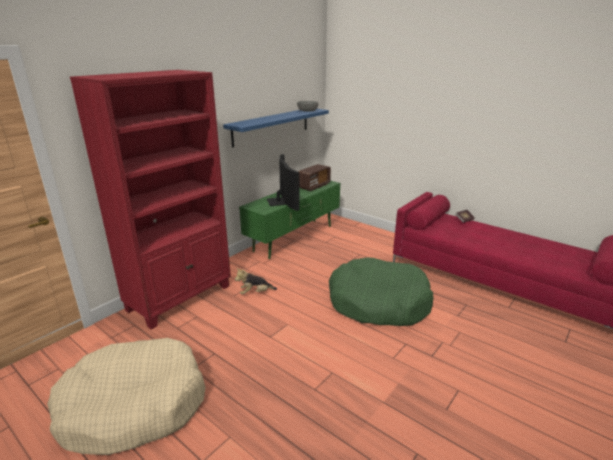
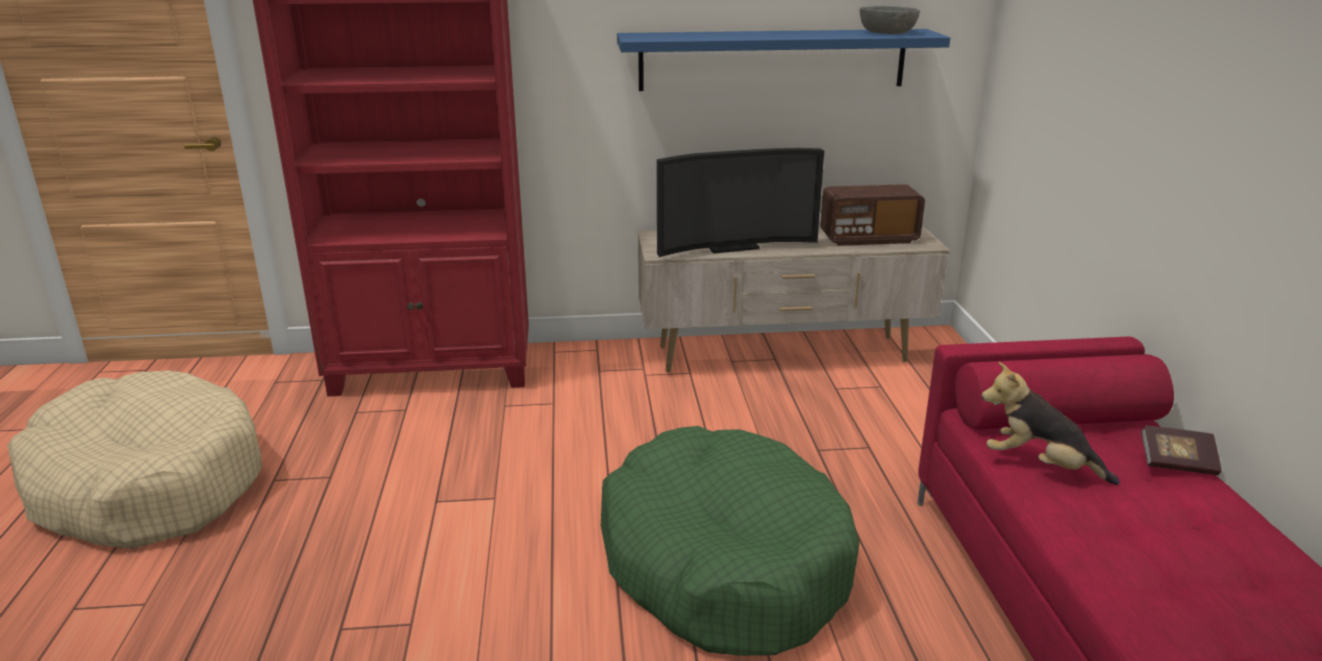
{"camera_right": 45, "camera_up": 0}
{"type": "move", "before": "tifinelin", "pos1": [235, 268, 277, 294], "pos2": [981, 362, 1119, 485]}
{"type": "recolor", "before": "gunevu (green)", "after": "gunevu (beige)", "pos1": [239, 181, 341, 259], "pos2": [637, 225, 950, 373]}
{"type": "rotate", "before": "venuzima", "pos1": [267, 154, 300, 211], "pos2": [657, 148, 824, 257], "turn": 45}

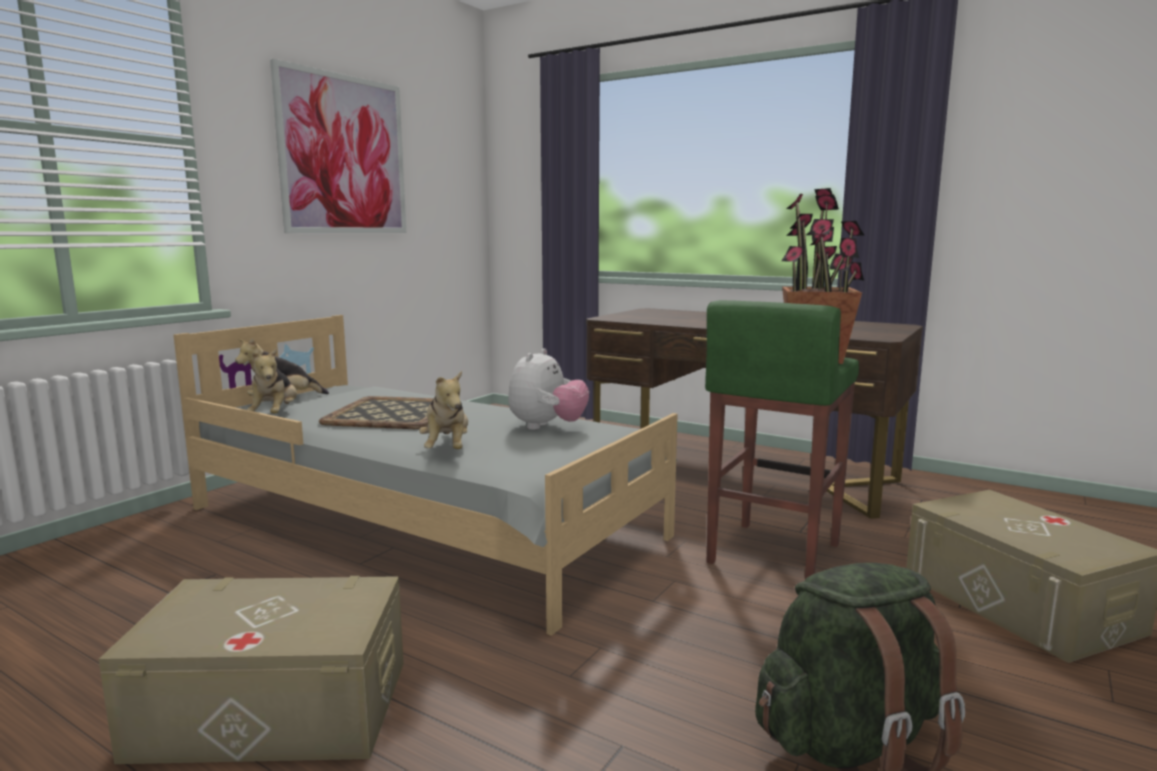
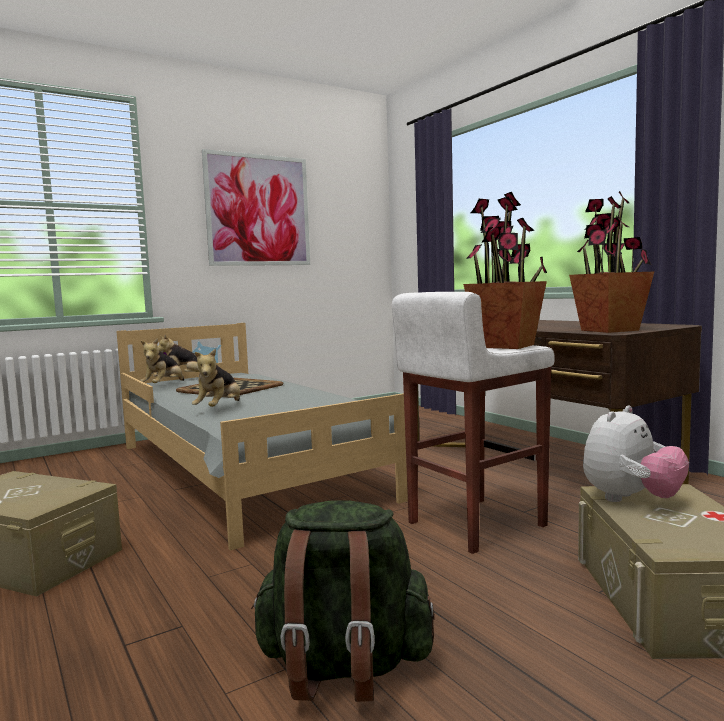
{"camera_right": 25, "camera_up": -5}
{"type": "insert", "after": "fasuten", "pos2": [569, 191, 654, 333]}
{"type": "move", "before": "tifinelin", "pos1": [508, 348, 589, 430], "pos2": [583, 405, 689, 502]}
{"type": "recolor", "before": "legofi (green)", "after": "legofi (white)", "pos1": [705, 300, 859, 579], "pos2": [392, 292, 555, 554]}

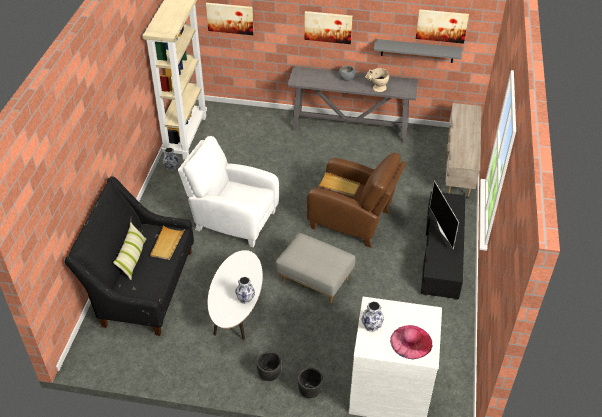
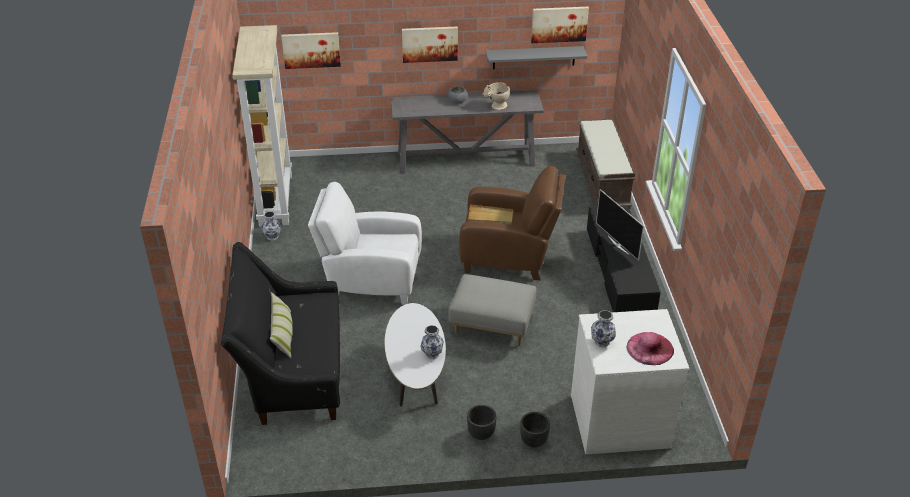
{"camera_right": -15, "camera_up": -5}
{"type": "delete", "before": "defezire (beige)", "pos1": [150, 226, 185, 260]}
{"type": "replace", "before": "gunevu (beige)", "after": "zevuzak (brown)", "pos1": [445, 103, 481, 198], "pos2": [576, 118, 636, 209]}

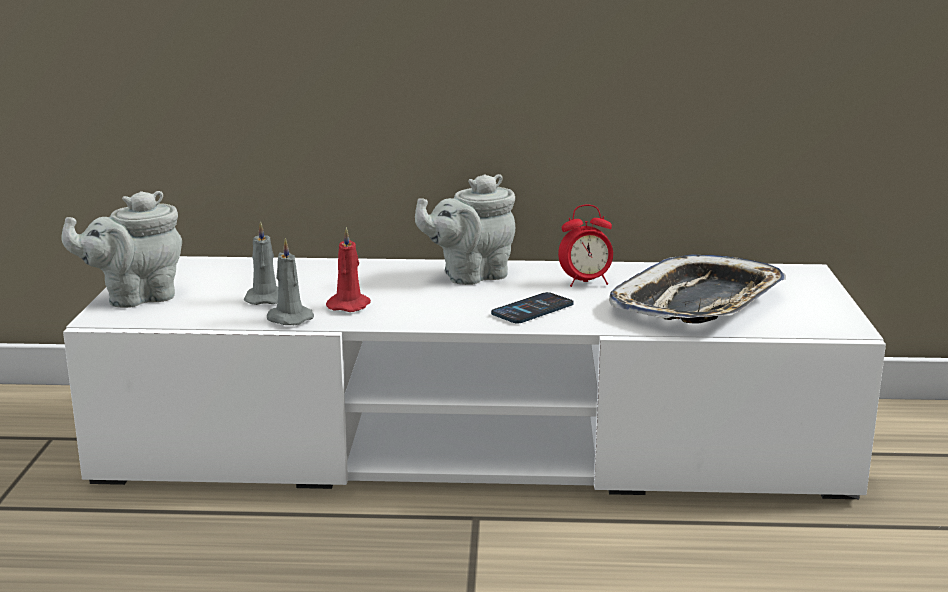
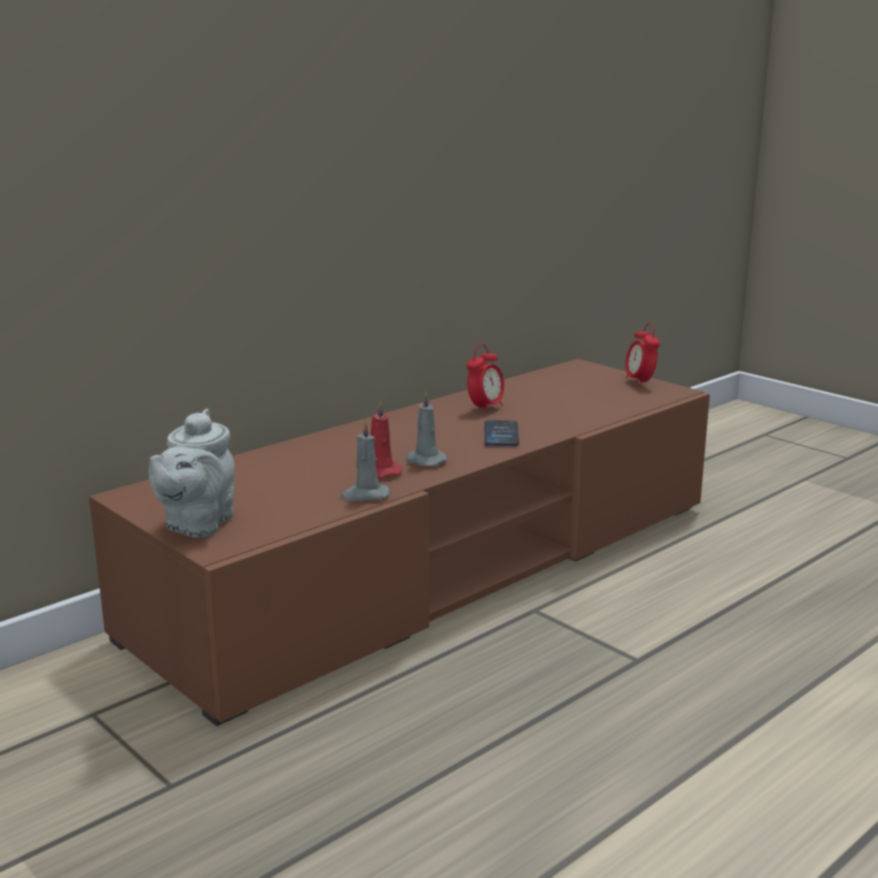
{"camera_right": -45, "camera_up": 0}
{"type": "delete", "before": "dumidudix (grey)", "pos1": [415, 174, 515, 285]}
{"type": "delete", "before": "defezire", "pos1": [609, 254, 786, 324]}
{"type": "insert", "after": "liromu", "pos2": [625, 323, 660, 387]}
{"type": "move", "before": "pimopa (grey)", "pos1": [244, 221, 278, 305], "pos2": [406, 391, 447, 467]}
{"type": "recolor", "before": "gunevu (white)", "after": "gunevu (brown)", "pos1": [63, 256, 886, 499], "pos2": [89, 359, 710, 726]}

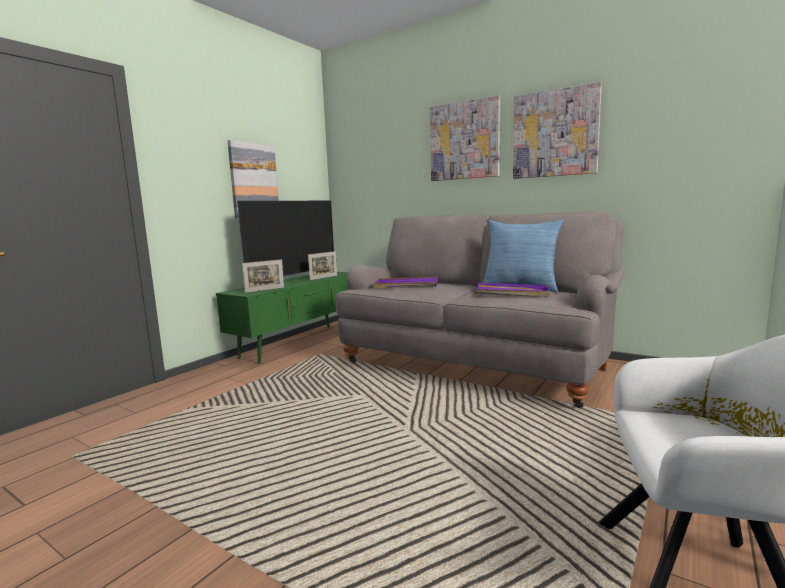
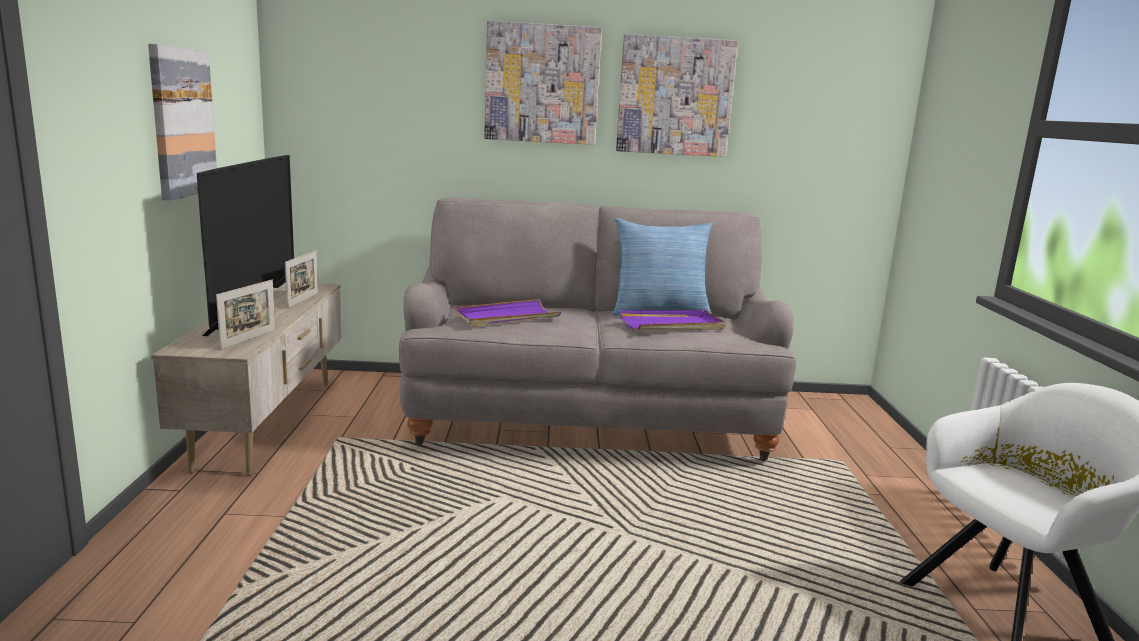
{"camera_right": -35, "camera_up": 5}
{"type": "recolor", "before": "gunevu (green)", "after": "gunevu (beige)", "pos1": [216, 272, 348, 364], "pos2": [151, 282, 341, 476]}

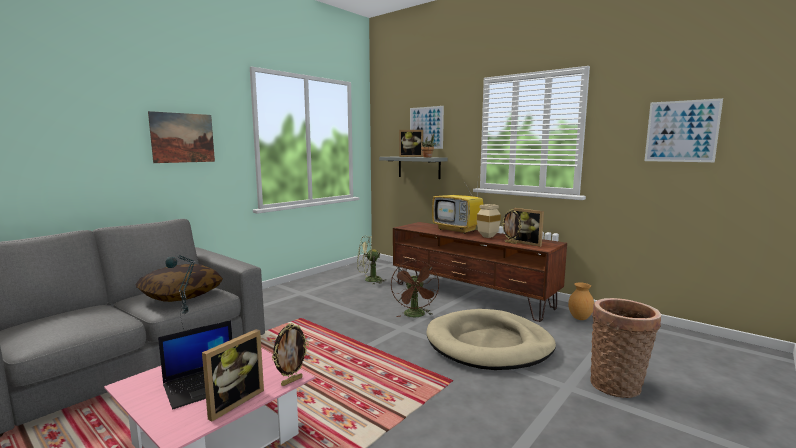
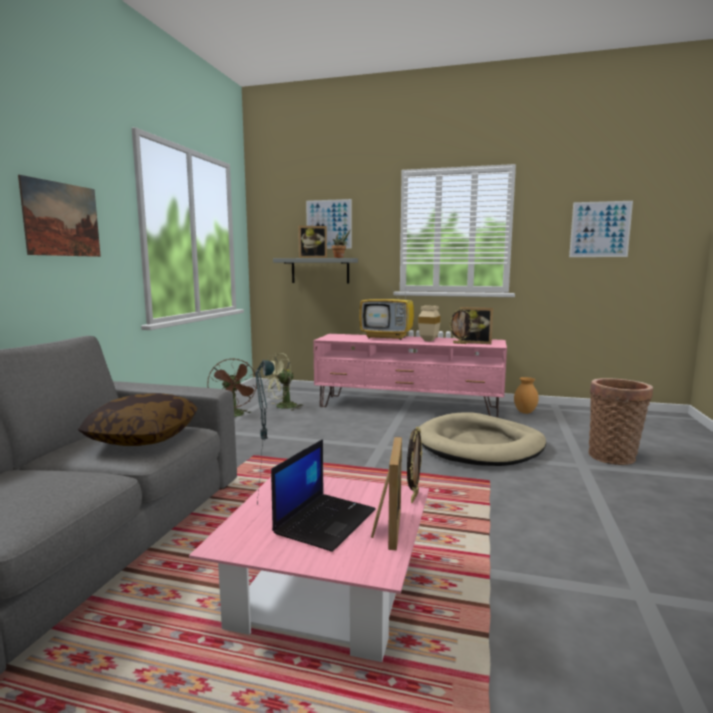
{"camera_right": -25, "camera_up": 0}
{"type": "move", "before": "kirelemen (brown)", "pos1": [391, 260, 439, 317], "pos2": [207, 359, 257, 417]}
{"type": "recolor", "before": "gunevu (brown)", "after": "gunevu (pink)", "pos1": [393, 222, 567, 322], "pos2": [313, 334, 507, 418]}

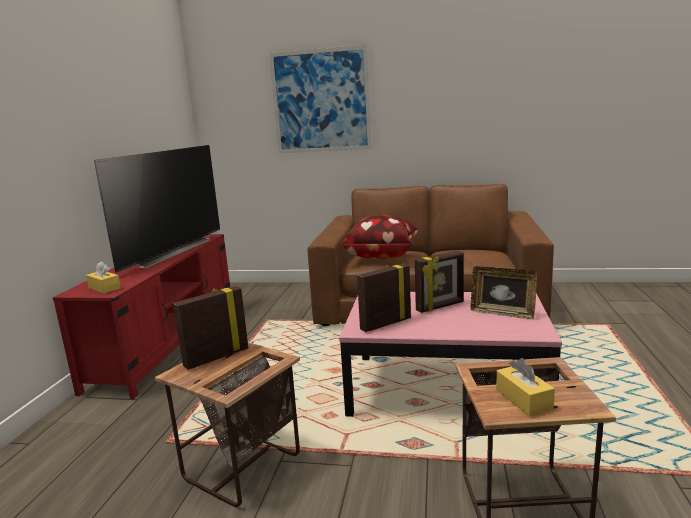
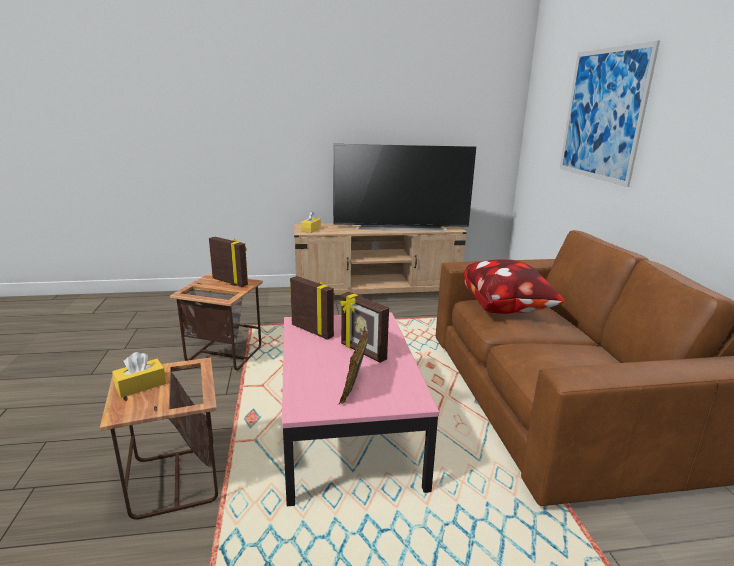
{"camera_right": 70, "camera_up": 5}
{"type": "recolor", "before": "gunevu (red)", "after": "gunevu (beige)", "pos1": [53, 234, 230, 399], "pos2": [294, 223, 467, 295]}

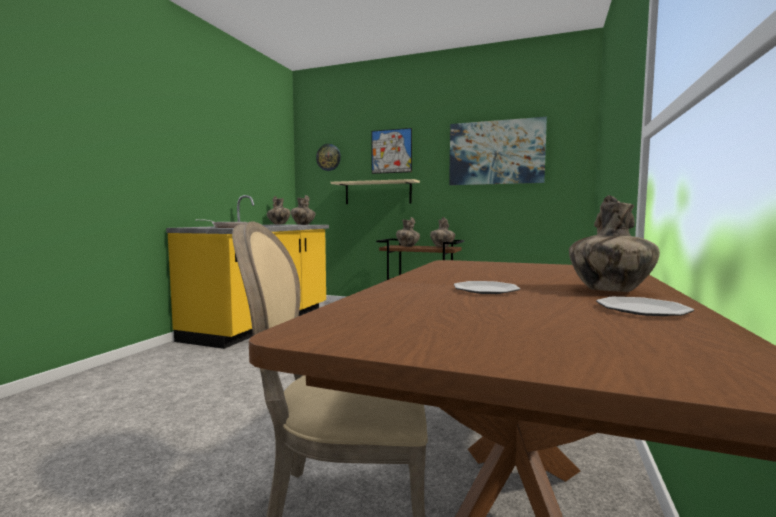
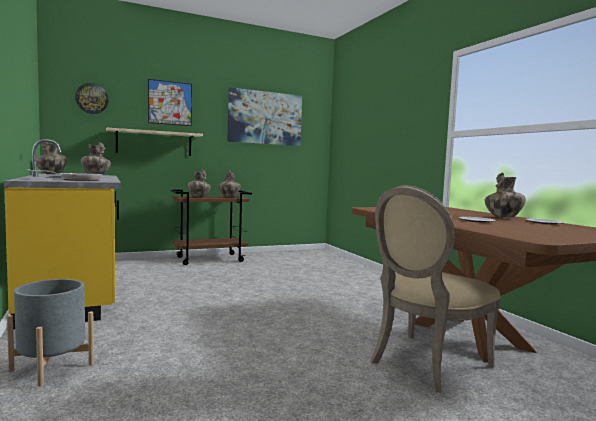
{"camera_right": -45, "camera_up": 0}
{"type": "insert", "after": "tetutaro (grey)", "pos2": [7, 279, 94, 387]}

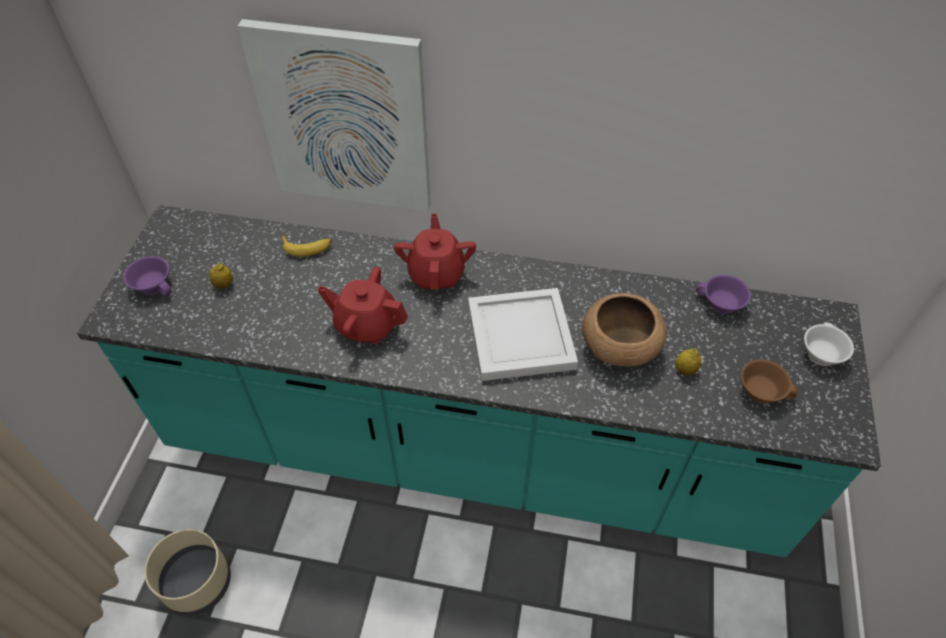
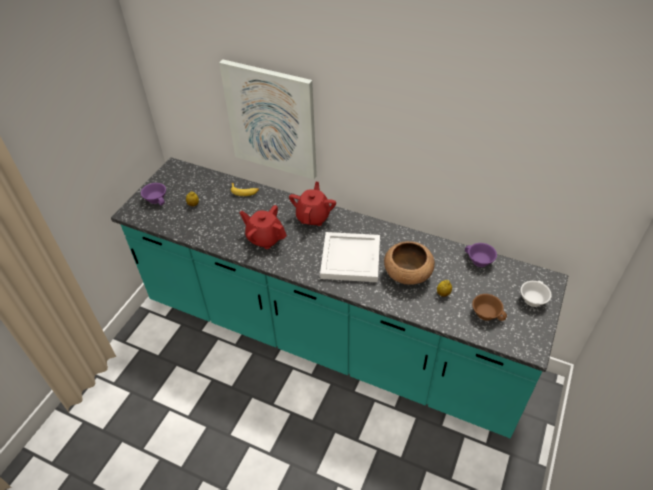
{"camera_right": 15, "camera_up": -5}
{"type": "delete", "before": "tetutaro (beige)", "pos1": [144, 529, 231, 616]}

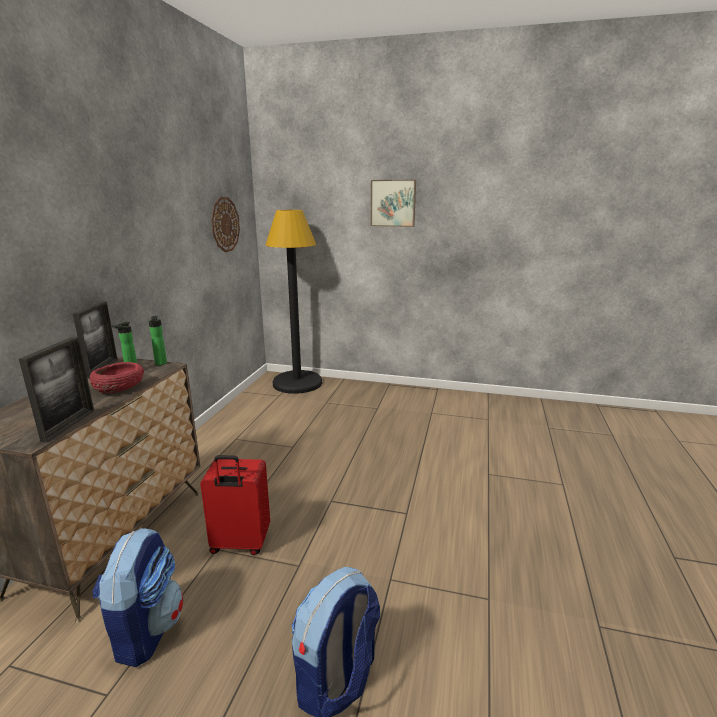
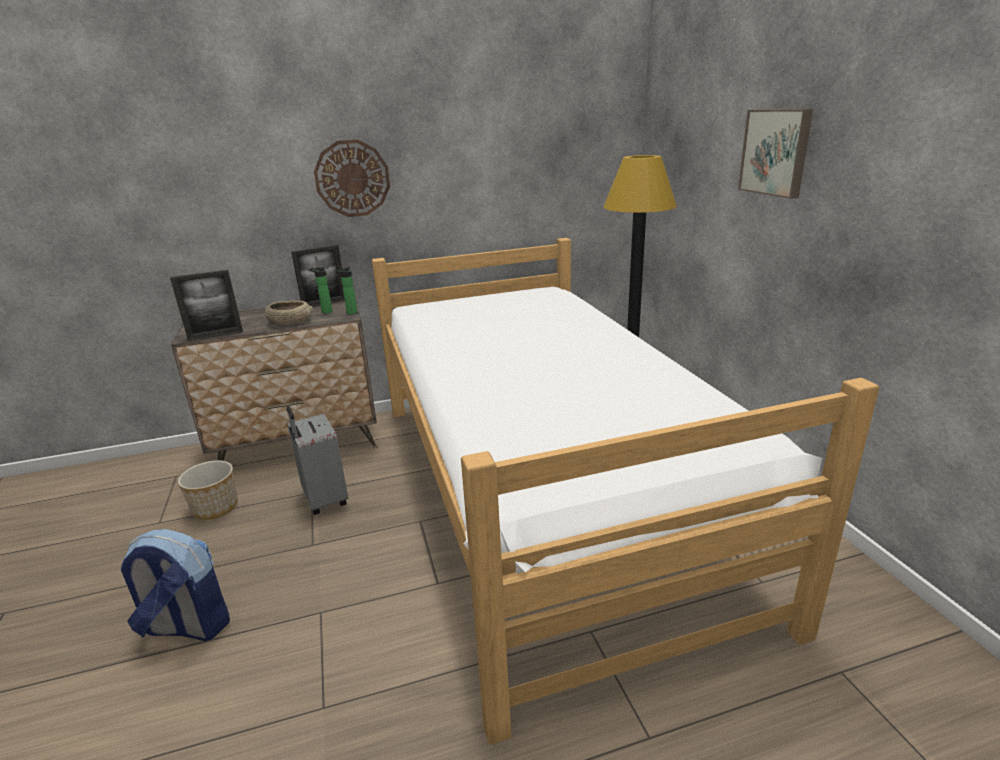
{"camera_right": 60, "camera_up": 5}
{"type": "insert", "after": "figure", "pos2": [372, 238, 879, 745]}
{"type": "move", "before": "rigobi", "pos1": [211, 197, 240, 252], "pos2": [314, 140, 390, 217]}
{"type": "replace", "before": "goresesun", "after": "tetutaro", "pos1": [92, 528, 183, 667], "pos2": [178, 460, 238, 520]}
{"type": "recolor", "before": "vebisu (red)", "after": "vebisu (beige)", "pos1": [90, 362, 144, 393], "pos2": [265, 301, 313, 324]}
{"type": "recolor", "before": "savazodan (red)", "after": "savazodan (grey)", "pos1": [200, 455, 270, 555], "pos2": [286, 406, 348, 515]}

